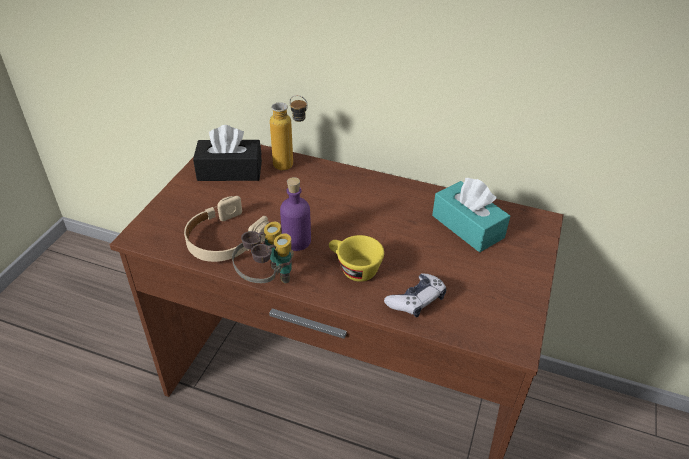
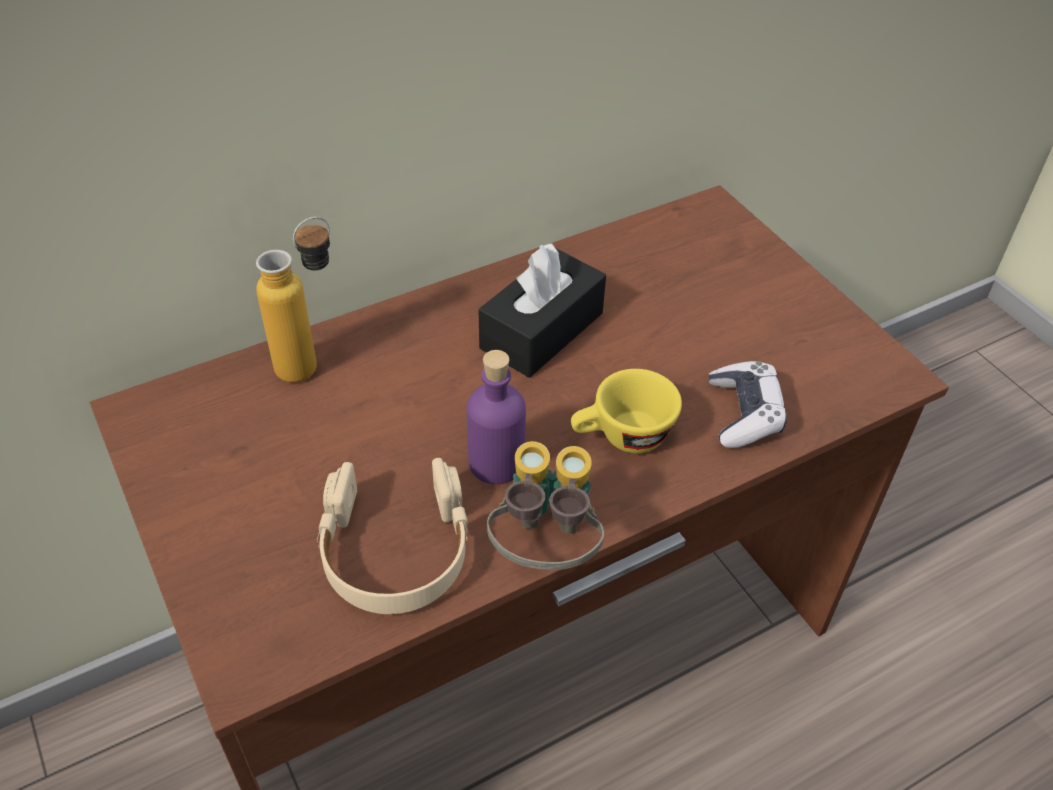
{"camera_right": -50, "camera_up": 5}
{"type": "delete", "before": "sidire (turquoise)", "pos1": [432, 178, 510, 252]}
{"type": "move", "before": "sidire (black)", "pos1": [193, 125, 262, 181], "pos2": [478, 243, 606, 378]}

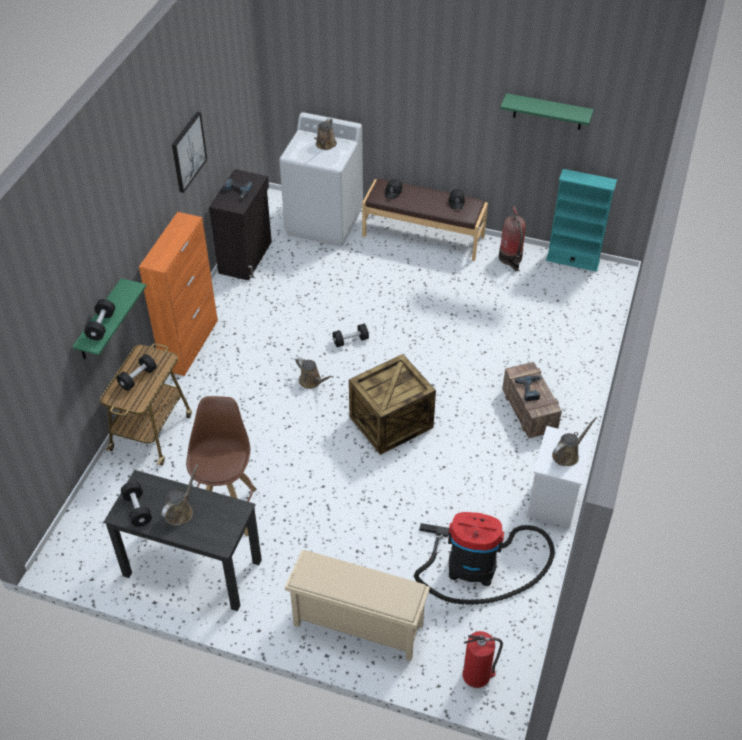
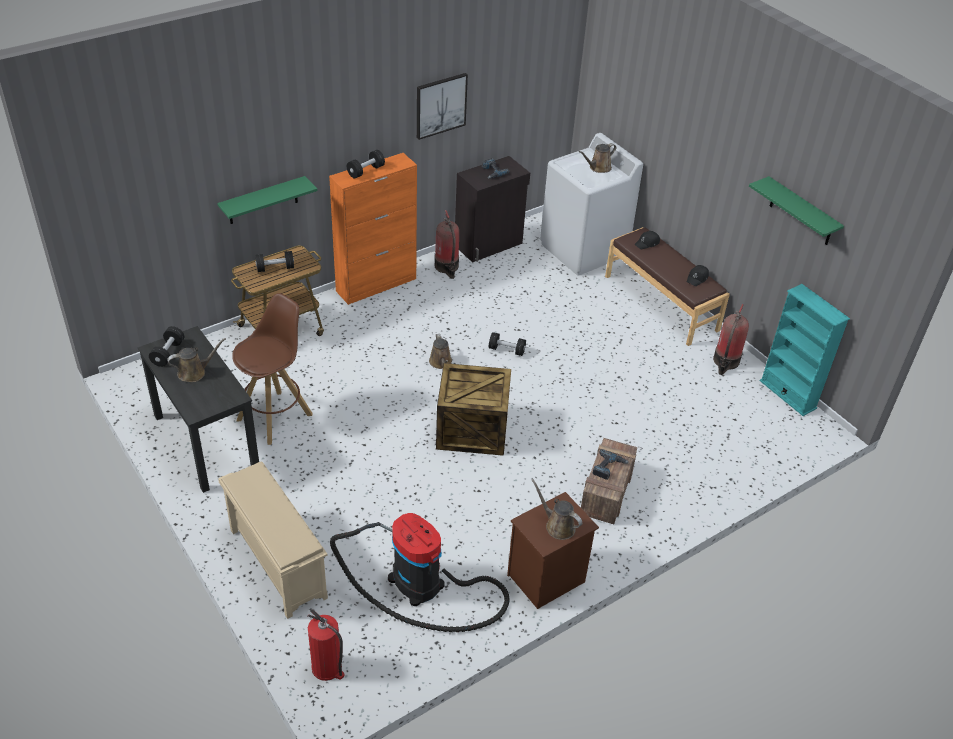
{"camera_right": 35, "camera_up": -5}
{"type": "insert", "after": "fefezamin", "pos2": [435, 210, 459, 279]}
{"type": "move", "before": "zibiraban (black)", "pos1": [84, 299, 115, 340], "pos2": [347, 150, 385, 178]}
{"type": "recolor", "before": "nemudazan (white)", "after": "nemudazan (brown)", "pos1": [527, 426, 593, 528], "pos2": [507, 492, 599, 609]}
{"type": "rotate", "before": "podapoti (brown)", "pos1": [552, 417, 597, 466], "pos2": [531, 480, 582, 540], "turn": -135}

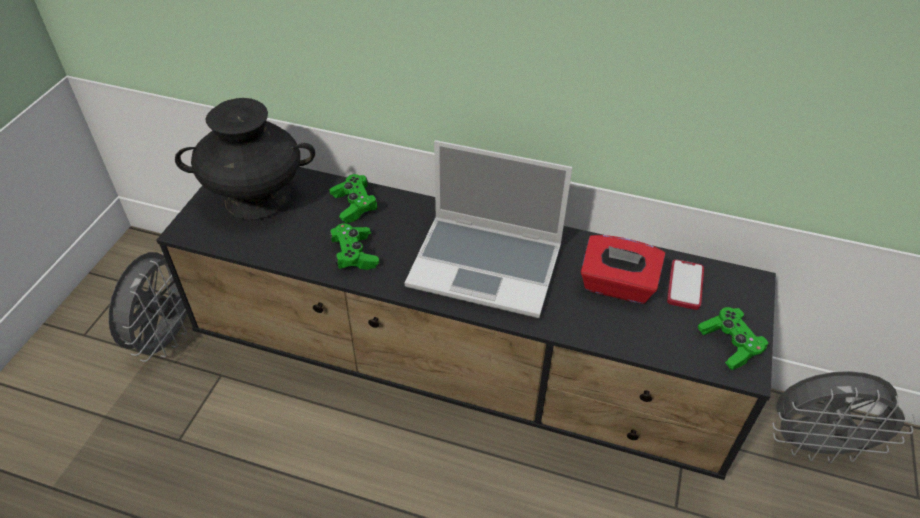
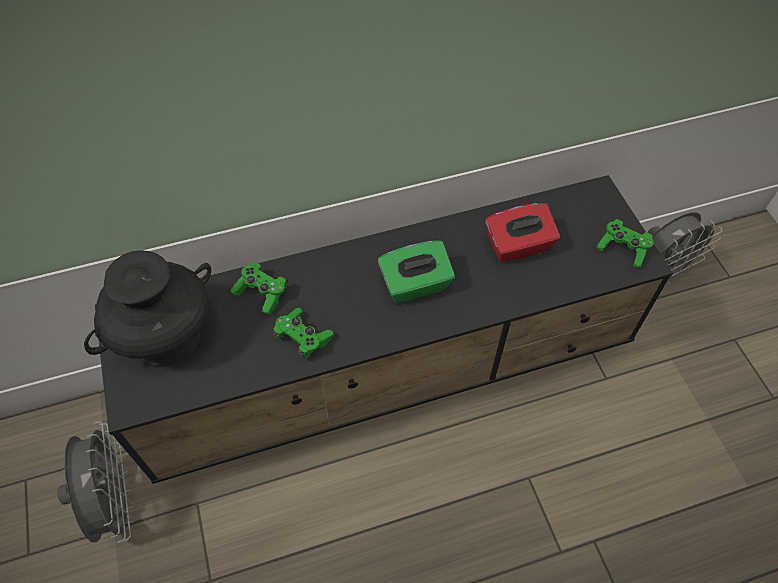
{"camera_right": -35, "camera_up": 10}
{"type": "delete", "before": "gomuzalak", "pos1": [667, 259, 704, 310]}
{"type": "replace", "before": "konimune", "after": "sidire (green)", "pos1": [405, 140, 572, 318], "pos2": [378, 240, 455, 303]}

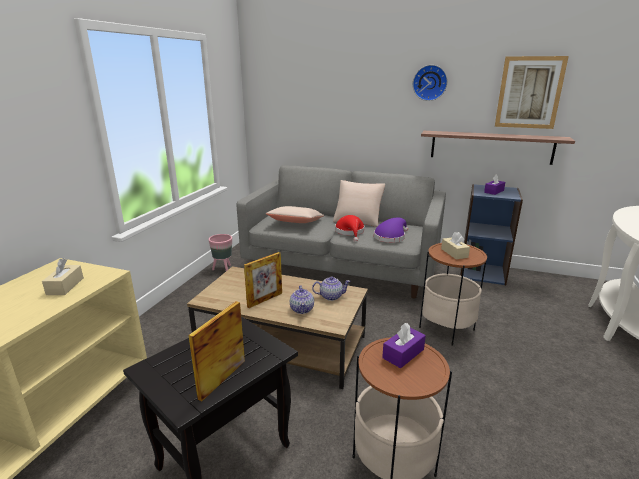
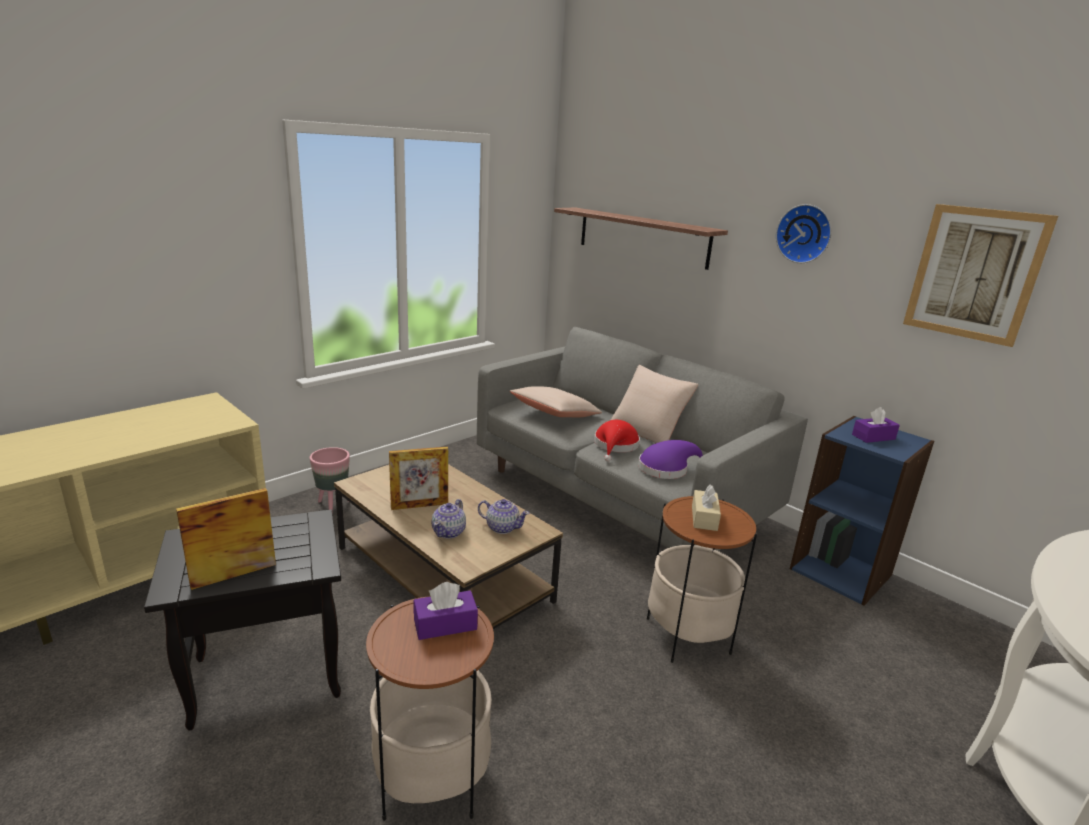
{"camera_right": 25, "camera_up": 0}
{"type": "delete", "before": "sidire (beige)", "pos1": [42, 259, 84, 295]}
{"type": "move", "before": "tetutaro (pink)", "pos1": [209, 234, 232, 271], "pos2": [310, 447, 350, 513]}
{"type": "move", "before": "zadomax", "pos1": [421, 131, 575, 165], "pos2": [554, 208, 728, 270]}

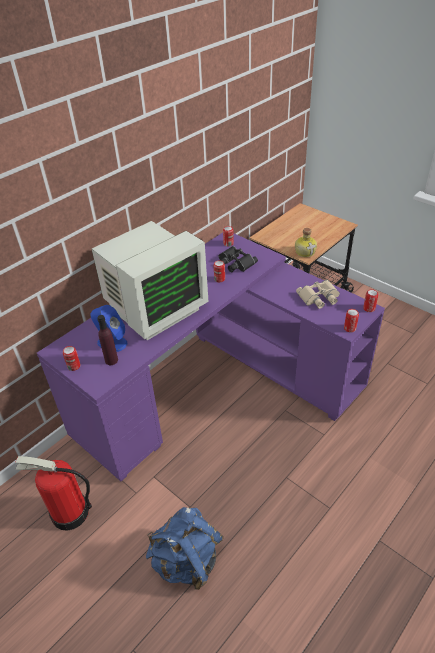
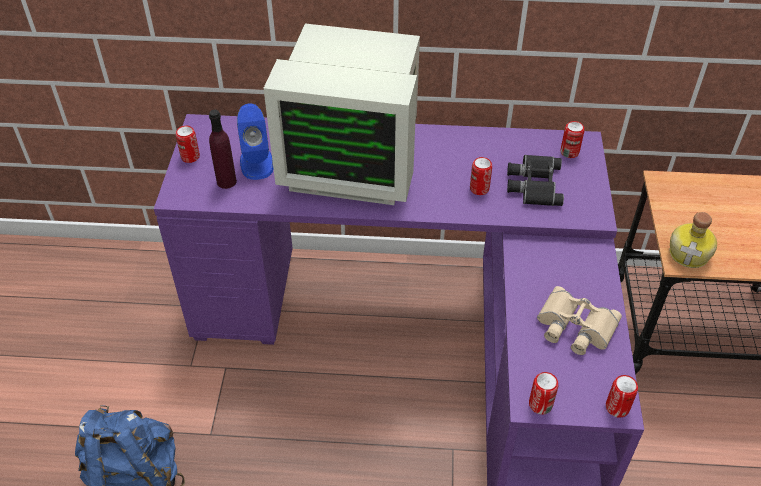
{"camera_right": 50, "camera_up": 5}
{"type": "delete", "before": "fefezamin", "pos1": [15, 456, 92, 531]}

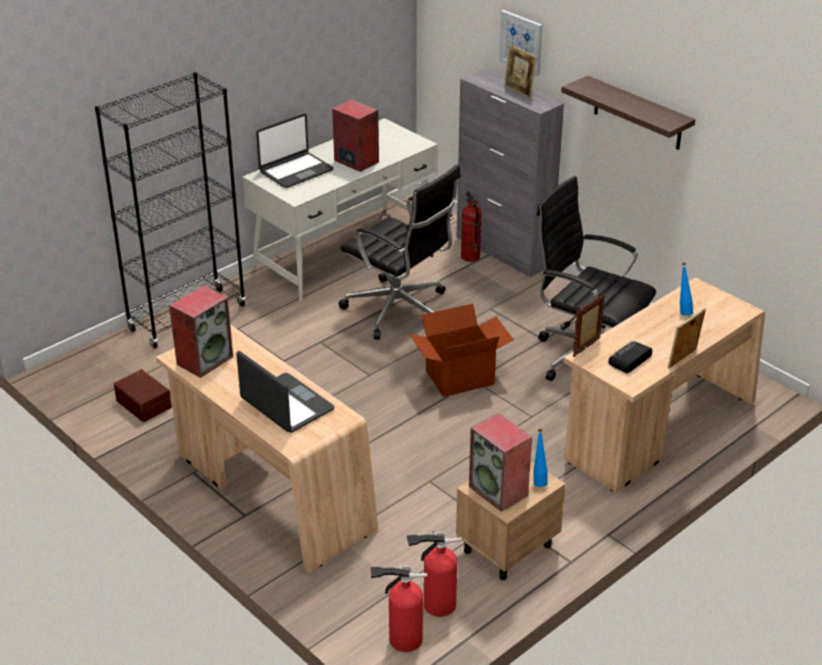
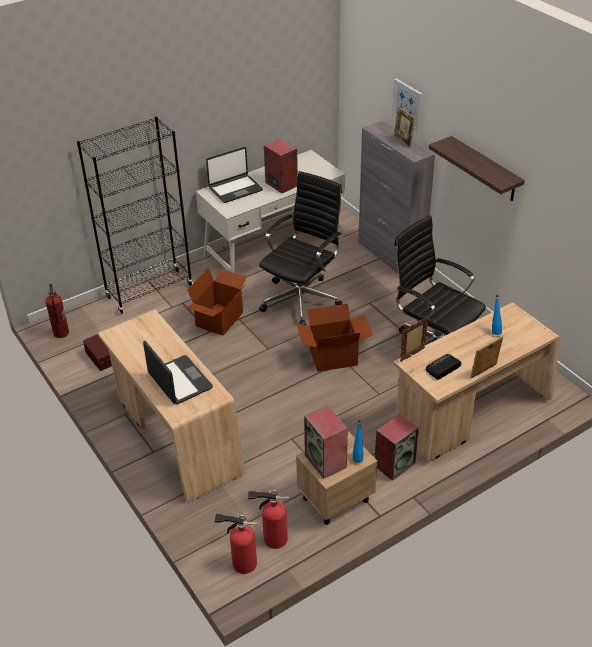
{"camera_right": 10, "camera_up": 5}
{"type": "insert", "after": "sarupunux", "pos2": [186, 268, 248, 336]}
{"type": "move", "before": "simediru", "pos1": [169, 285, 233, 378], "pos2": [375, 414, 419, 481]}
{"type": "move", "before": "fefezamin", "pos1": [461, 192, 482, 262], "pos2": [45, 284, 69, 338]}
{"type": "rotate", "before": "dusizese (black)", "pos1": [338, 164, 461, 339], "pos2": [259, 171, 342, 325], "turn": -105}

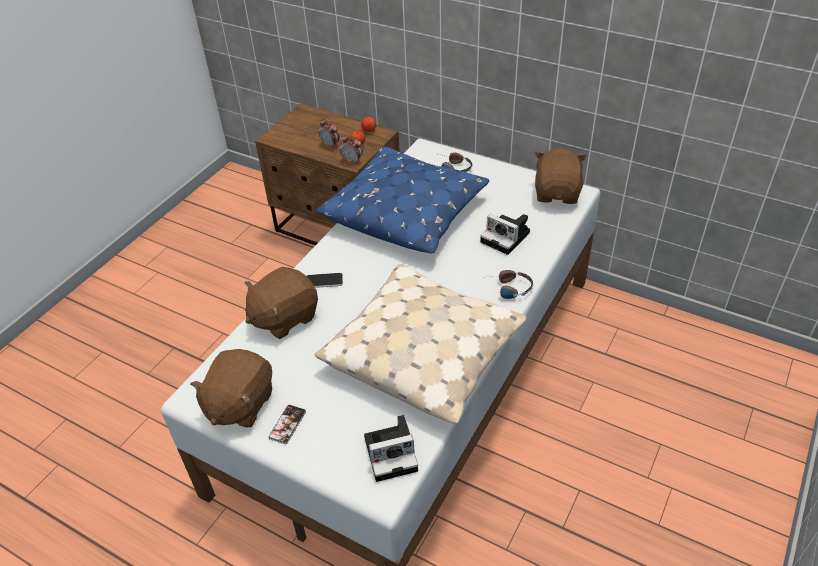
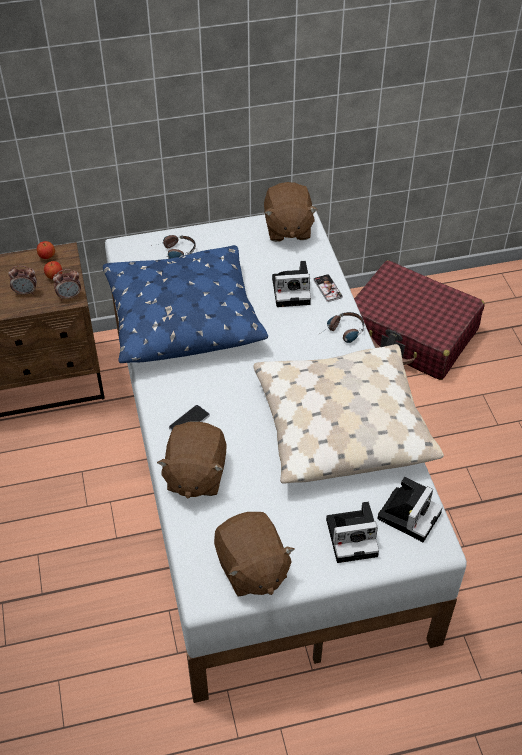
{"camera_right": -45, "camera_up": 5}
{"type": "insert", "after": "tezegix", "pos2": [326, 502, 379, 563]}
{"type": "insert", "after": "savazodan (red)", "pos2": [354, 260, 485, 380]}
{"type": "move", "before": "gomuzalak", "pos1": [268, 405, 306, 444], "pos2": [313, 274, 343, 302]}
{"type": "rotate", "before": "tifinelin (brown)", "pos1": [535, 149, 587, 204], "pos2": [264, 182, 318, 242], "turn": -150}

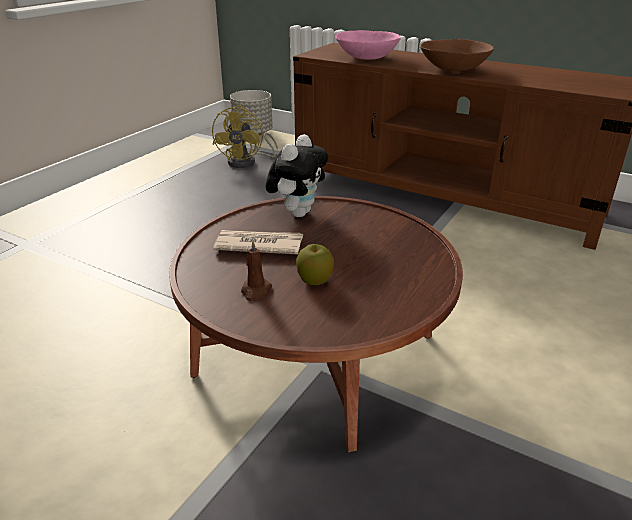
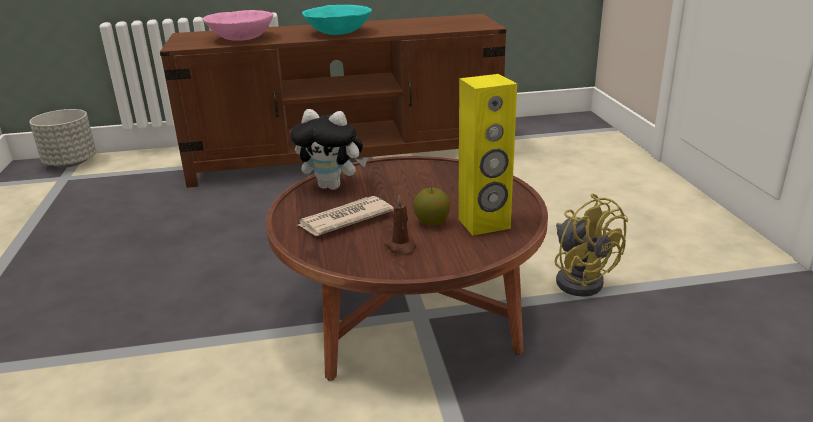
{"camera_right": -40, "camera_up": -5}
{"type": "insert", "after": "simediru (yellow)", "pos2": [458, 74, 517, 236]}
{"type": "move", "before": "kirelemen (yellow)", "pos1": [212, 105, 278, 168], "pos2": [555, 193, 628, 297]}
{"type": "recolor", "before": "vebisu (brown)", "after": "vebisu (turquoise)", "pos1": [420, 39, 494, 71], "pos2": [302, 5, 372, 35]}
{"type": "rotate", "before": "tifinelin", "pos1": [265, 134, 328, 217], "pos2": [290, 109, 367, 190], "turn": 120}

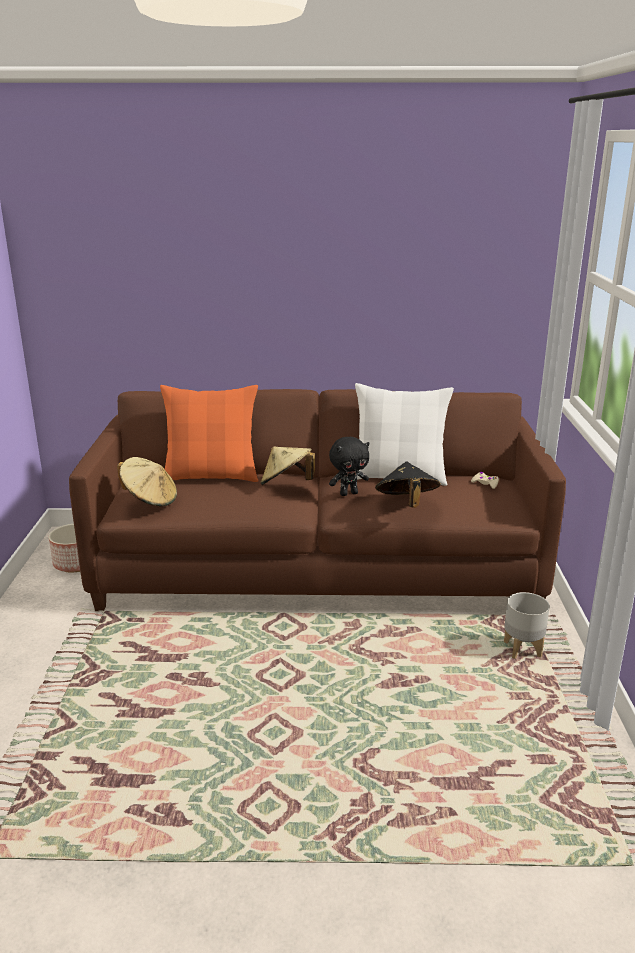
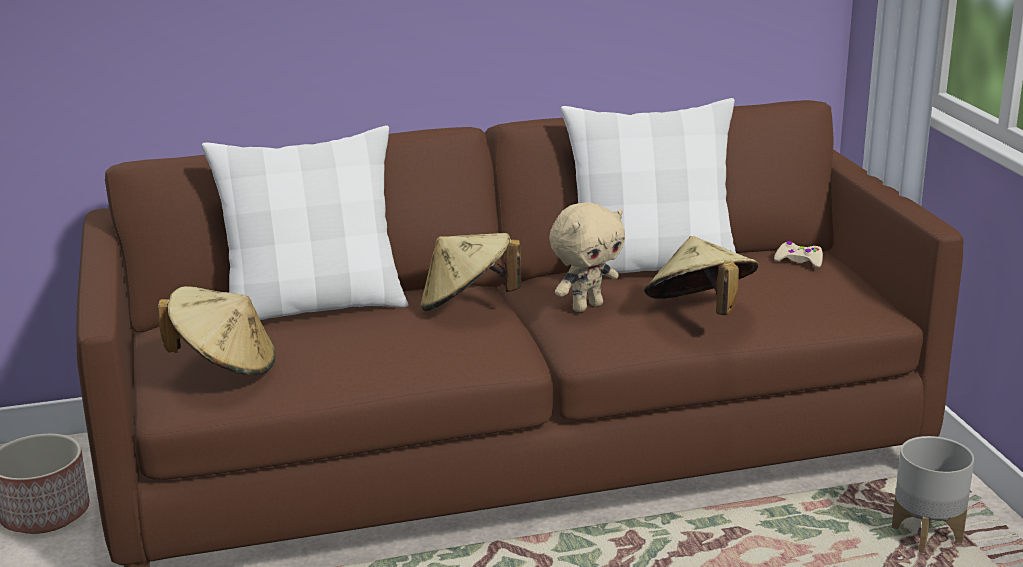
{"camera_right": -15, "camera_up": 0}
{"type": "recolor", "before": "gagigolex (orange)", "after": "gagigolex (white)", "pos1": [160, 385, 258, 482], "pos2": [202, 126, 409, 320]}
{"type": "recolor", "before": "tifinelin (black)", "after": "tifinelin (beige)", "pos1": [329, 437, 369, 496], "pos2": [549, 202, 625, 312]}
{"type": "recolor", "before": "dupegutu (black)", "after": "dupegutu (beige)", "pos1": [375, 462, 441, 508], "pos2": [644, 236, 758, 315]}

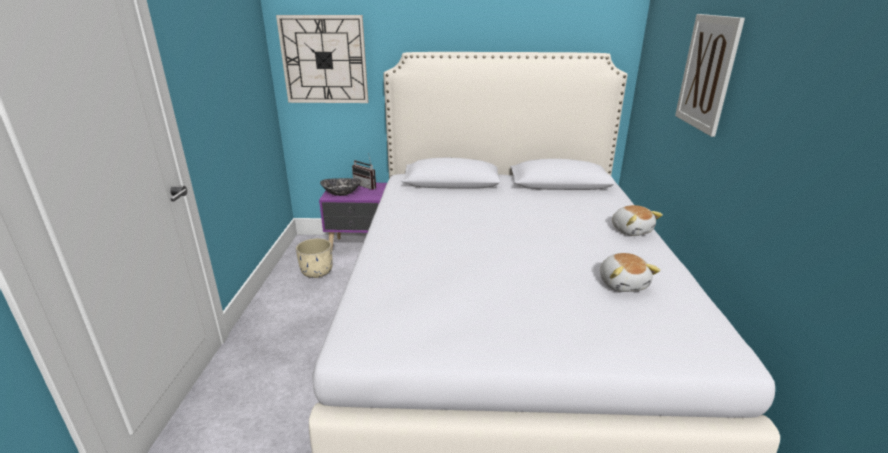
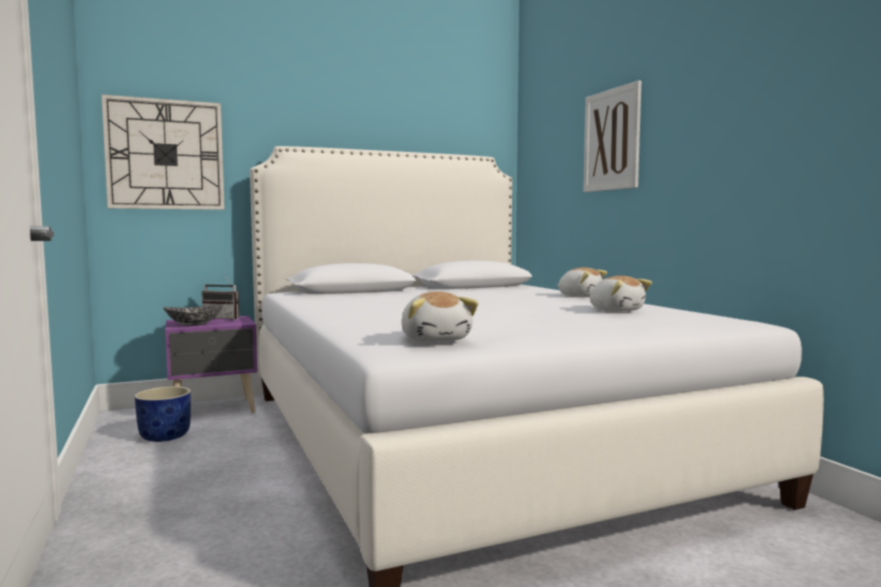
{"camera_right": -25, "camera_up": -20}
{"type": "insert", "after": "tifinelin", "pos2": [401, 292, 479, 342]}
{"type": "recolor", "before": "tetutaro (beige)", "after": "tetutaro (blue)", "pos1": [296, 238, 333, 278], "pos2": [135, 386, 191, 442]}

